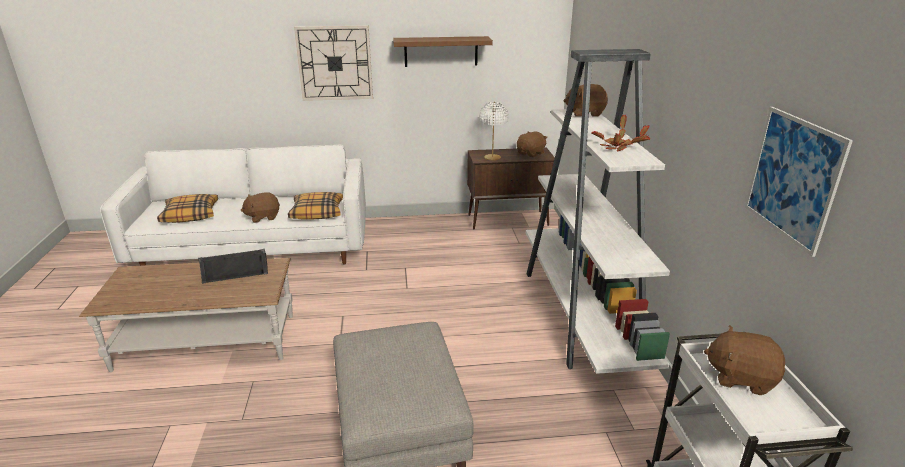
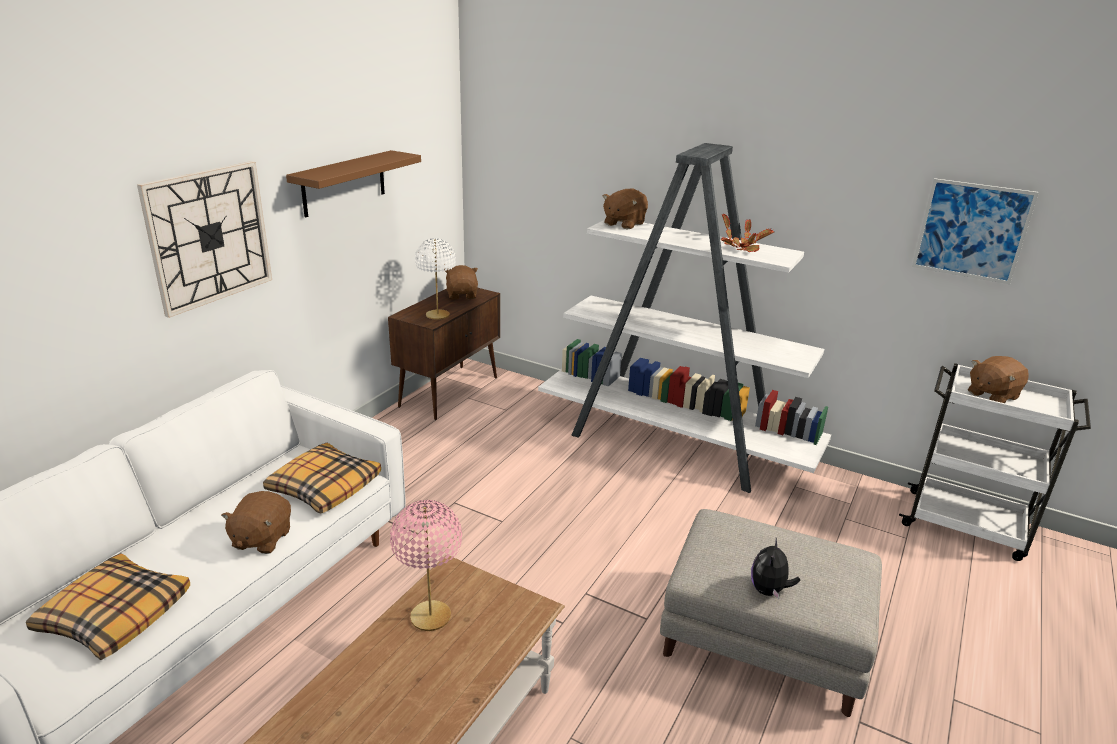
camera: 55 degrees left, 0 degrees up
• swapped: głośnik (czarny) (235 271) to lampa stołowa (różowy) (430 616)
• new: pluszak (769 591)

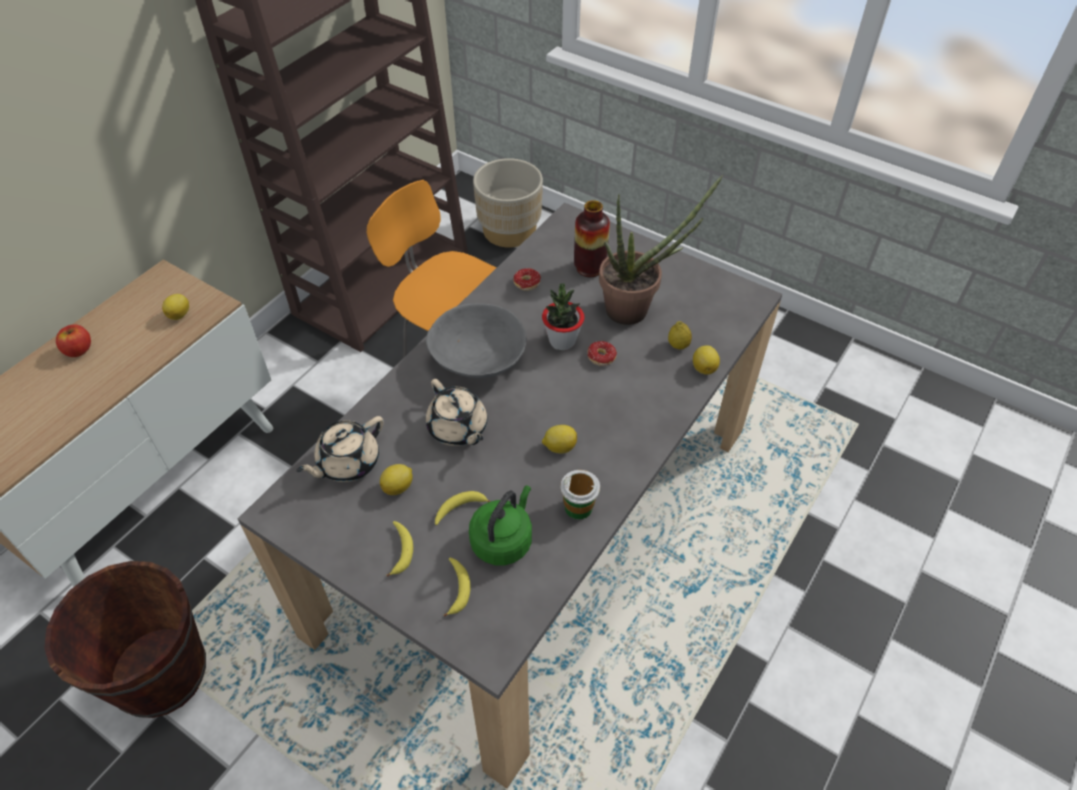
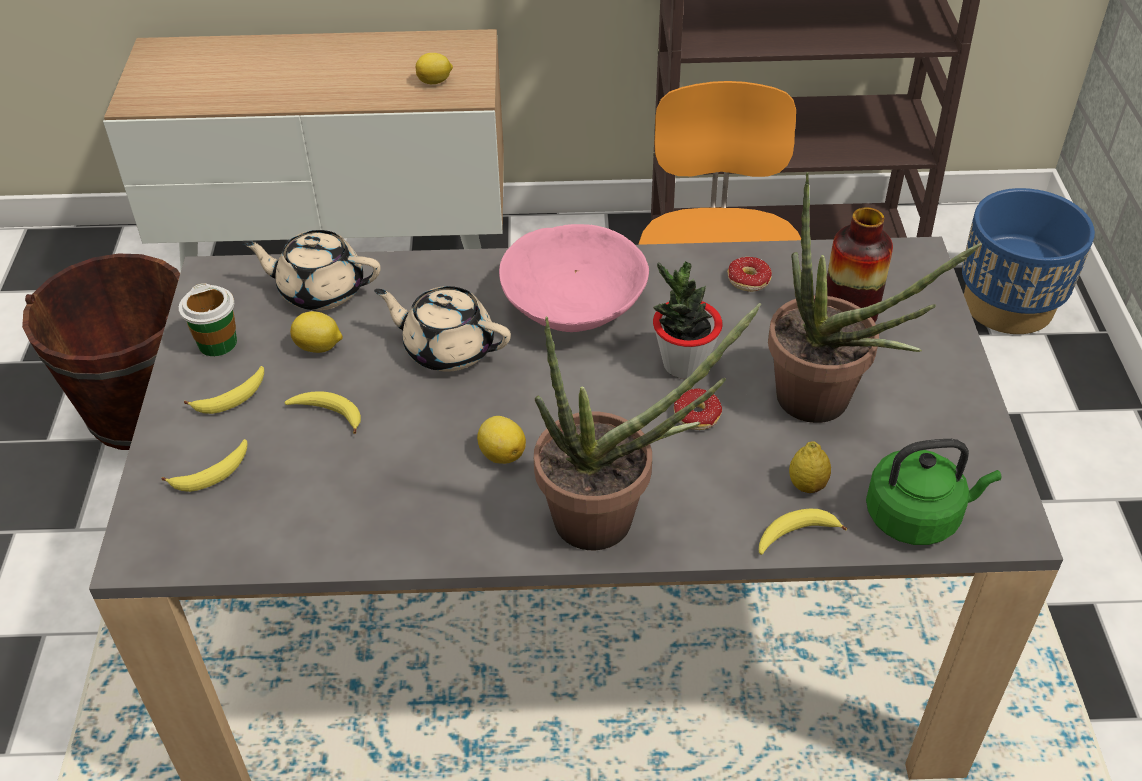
camera: 55 degrees right, 5 degrees down
• gone: jabłko (78 350)
• repainted: miska (szary) (478 359) to miska (różowy) (573 306)
• rotated: imbryk (beżowy) (458 428) = (447 348) 90 degrees clockwise
• shifted: czajnik (zielony) (503 540) to (917 516)
• repainted: donica (beżowy) (509 230) to donica (niebieski) (1008 305)
• shifted: filiżanka (578 507) to (217 343)
• swapped: cytryna (704 368) to banan (795 535)
• new: roślina doniczkowa (611 520)

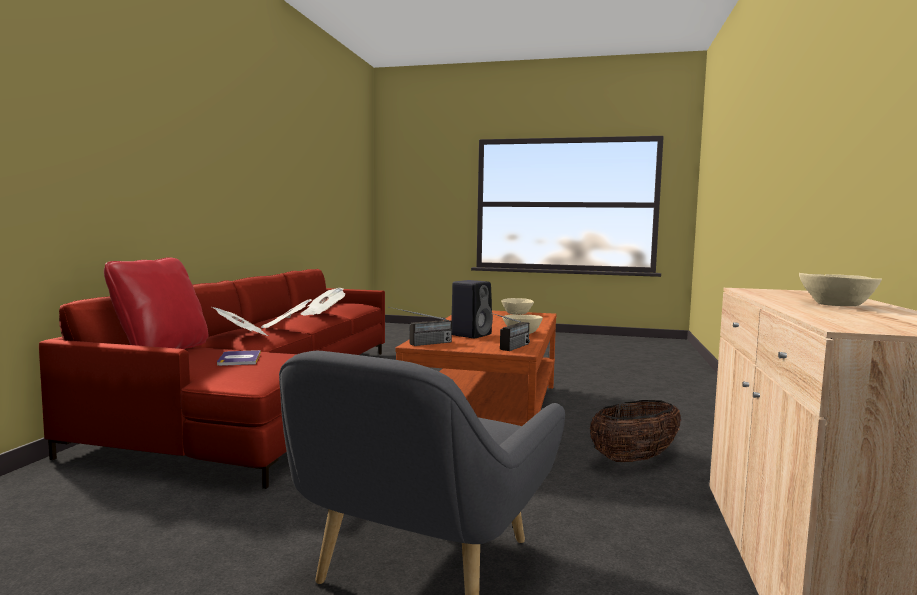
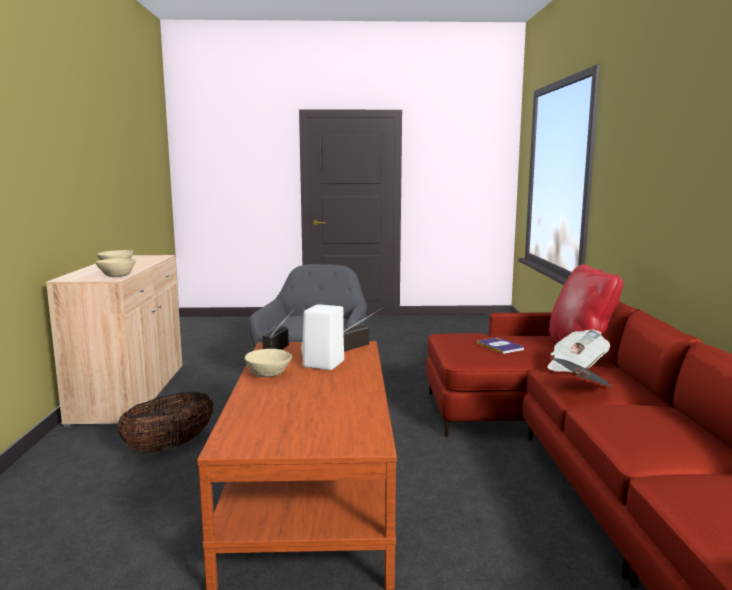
camera: 165 degrees right, 5 degrees up
• gone: gazeta (323 313)
• repainted: głośnik (czarny) (471 334) to głośnik (biały) (323 364)
• shifted: miska (beżowy) (516 314) to (117 276)

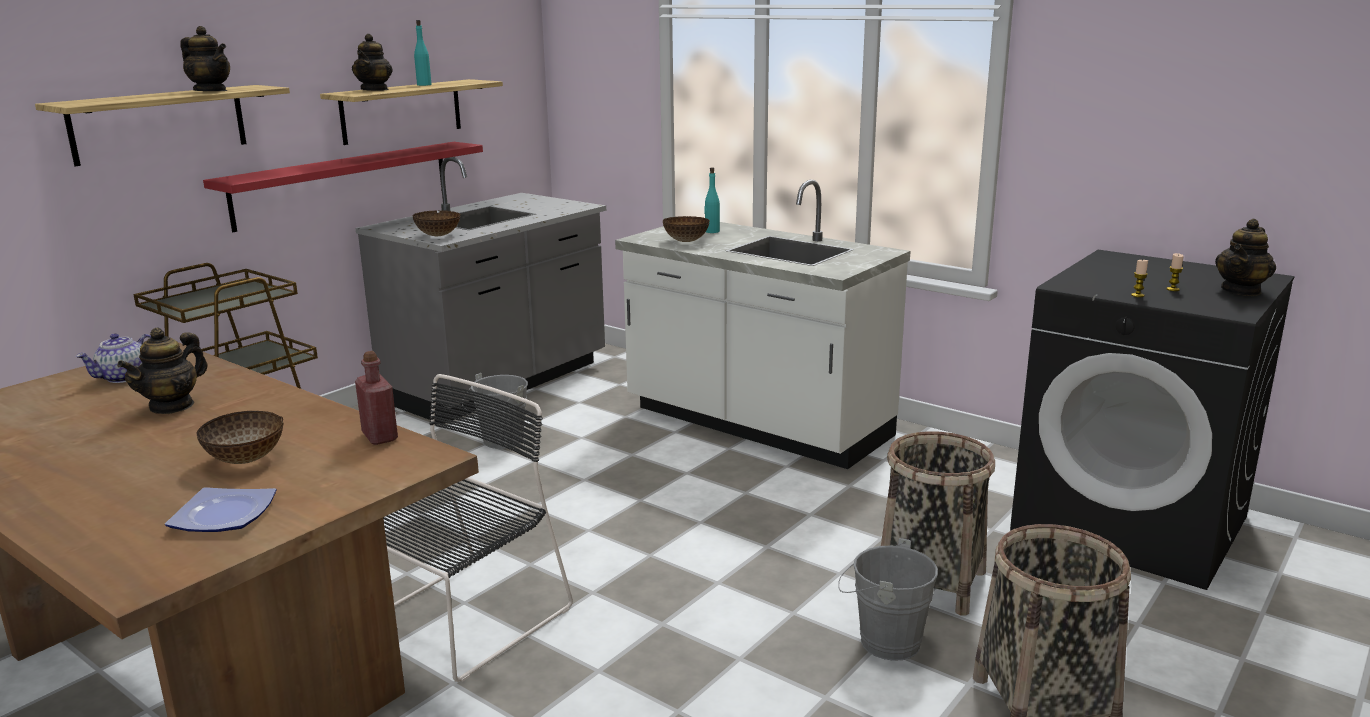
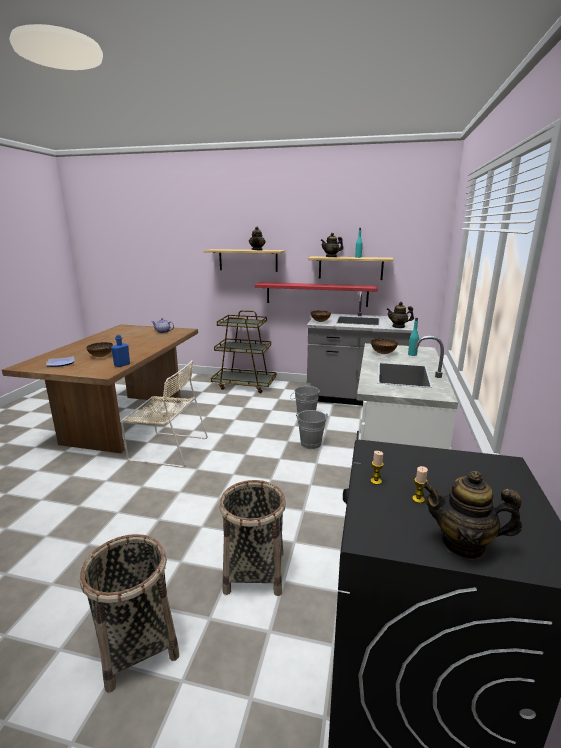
camera: 65 degrees right, 0 degrees up
• shifted: imbryk (172 406) to (398 326)
• repainted: butelka (czerwony) (380 436) to butelka (niebieski) (122 365)
• repainted: krzesło (czarny) (459 620) to krzesło (beżowy) (166 448)
• shifted: wiadro (szary) (883 641) to (310 442)

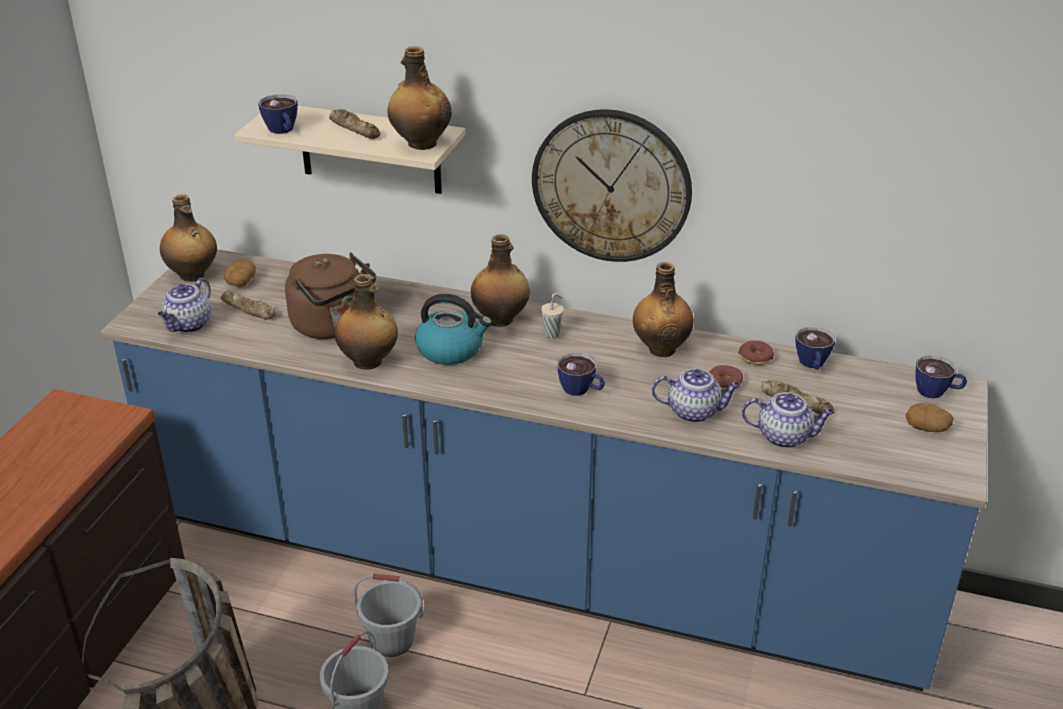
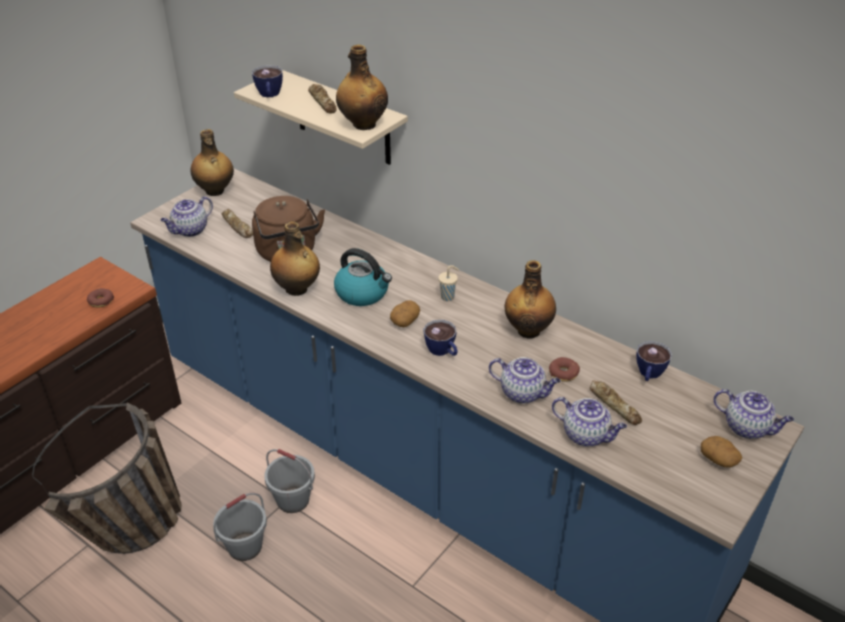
camera: 20 degrees right, 5 degrees up
• shifted: ziemniak (241 281) to (405 320)
• gone: butelka (501 319)
• gone: zegar ścienny (611 186)
• shifted: donut (755 358) to (101 301)
• swapped: filiżanka (937 392) to imbryk (747 427)

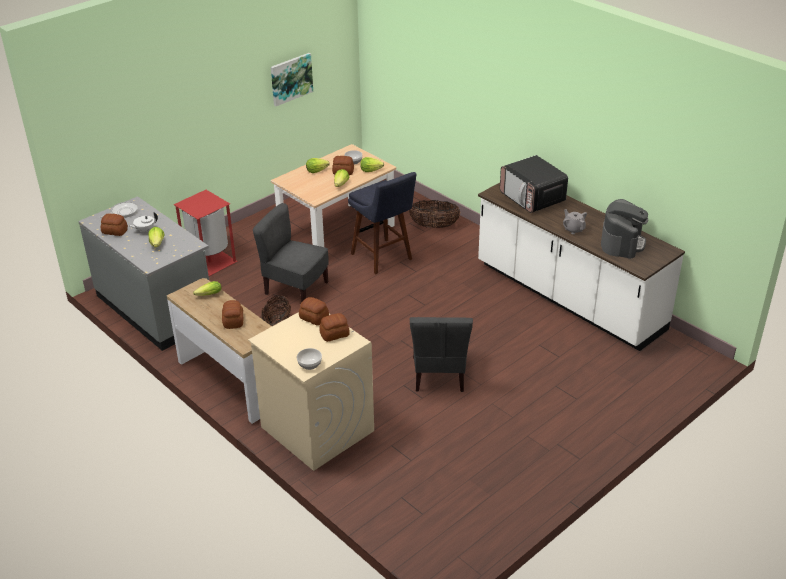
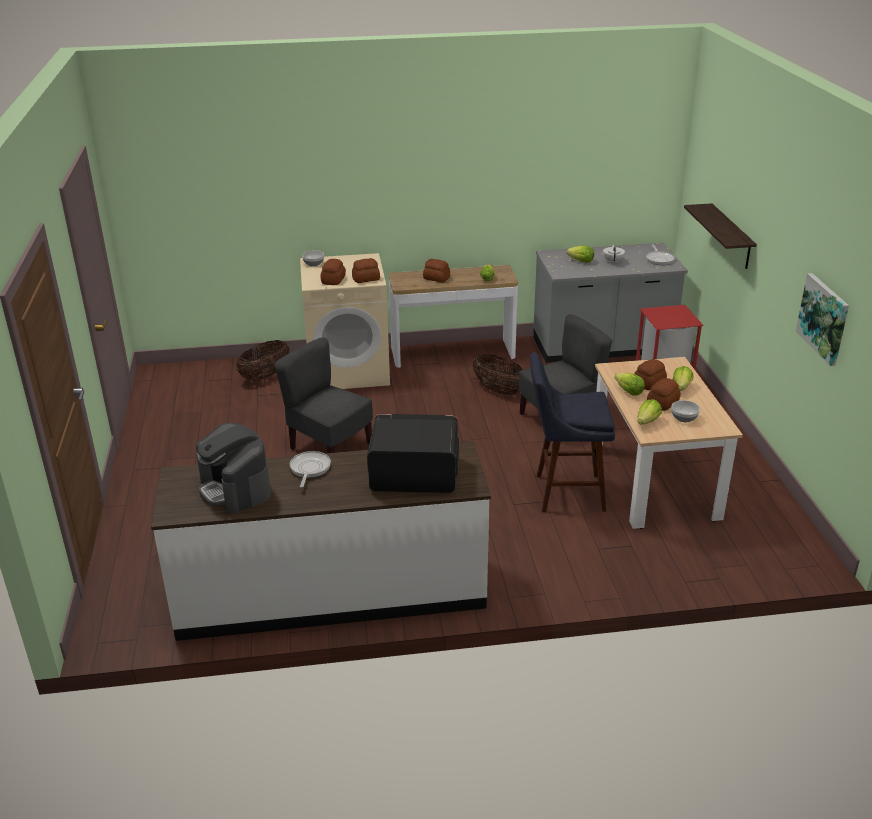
camera: 125 degrees right, 5 degrees down
• shifted: chleb (115 231) to (649 383)
• shifted: koszyk (434 226) to (265 376)
• swapped: imbryk (szary) (573 229) to patelnia (309 469)
• new: półka (731 237)

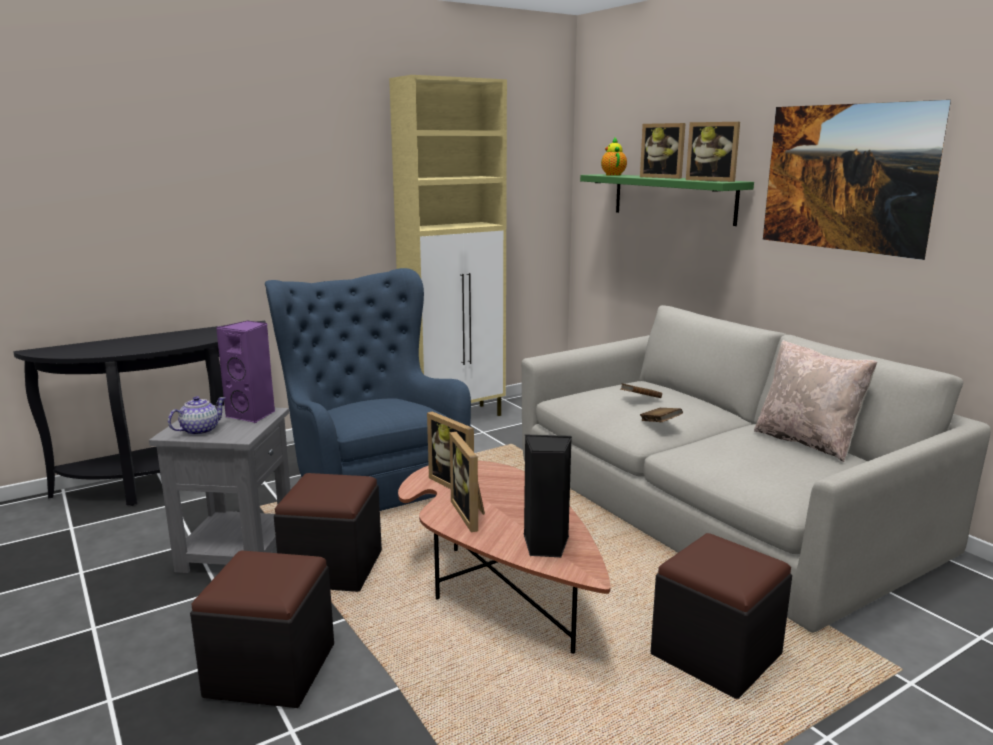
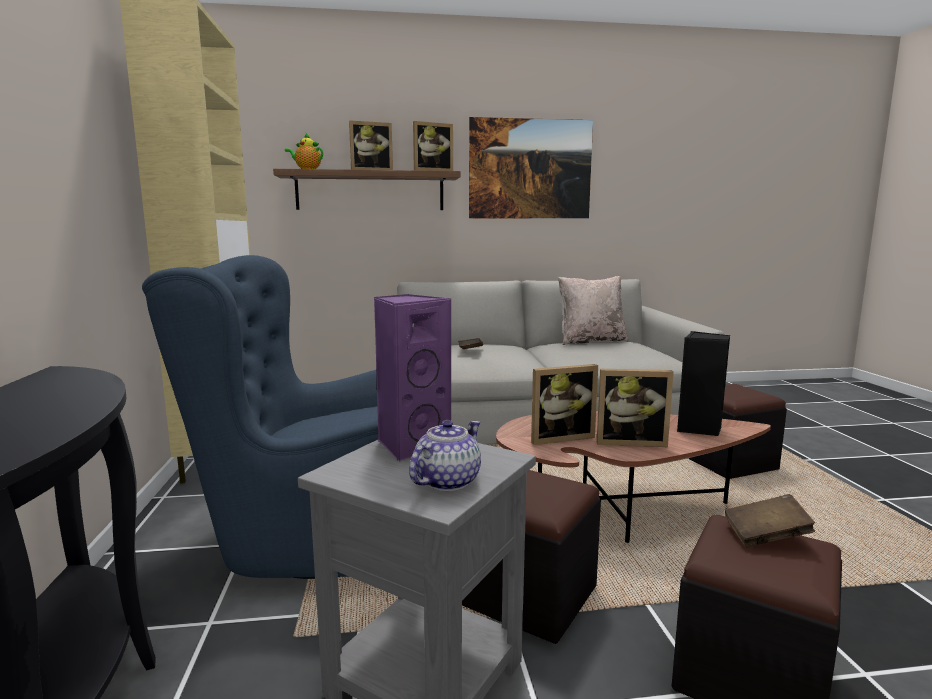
camera: 65 degrees left, 5 degrees down
• rotated: imbryk (199 430) = (446 481) 60 degrees clockwise
• repainted: półka (zielony) (673 198) to półka (brązowy) (370 191)
• shifted: książka (brązowy) (660 424) to (766 537)

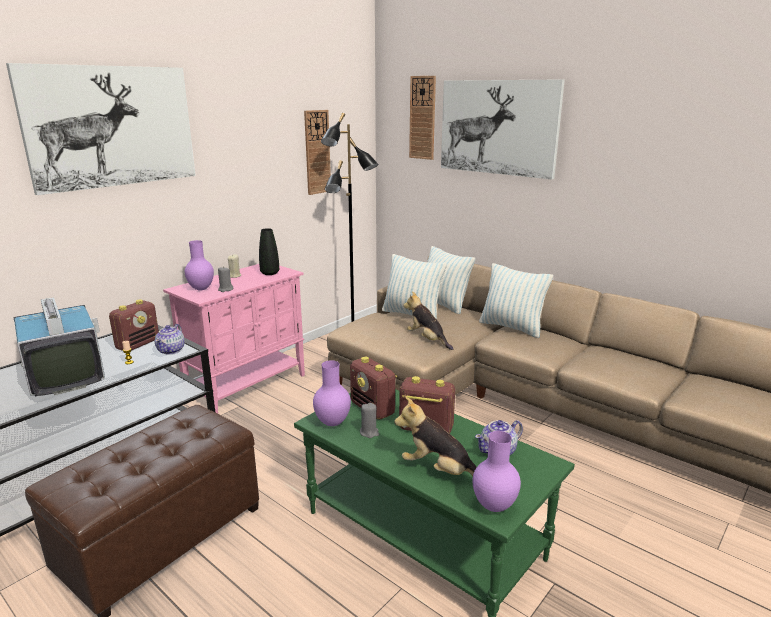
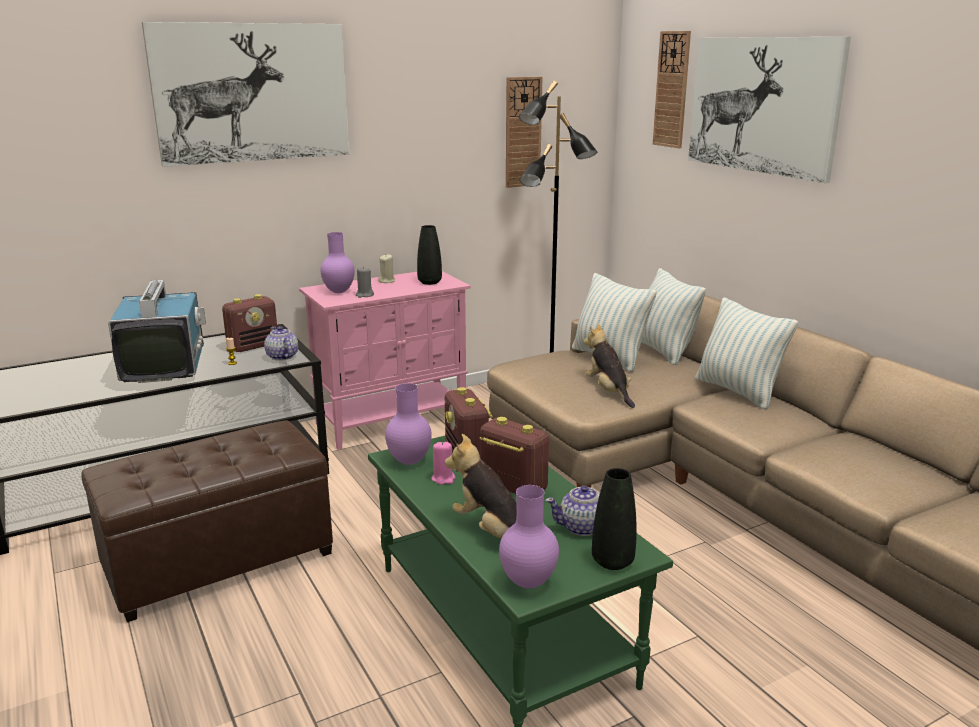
camera: 20 degrees right, 0 degrees up
• rotated: imbryk (171 350) = (282 357) 120 degrees clockwise
• repainted: świeca (szary) (369 432) to świeca (różowy) (443 478)
• new: wazon (czarny) (612 561)

